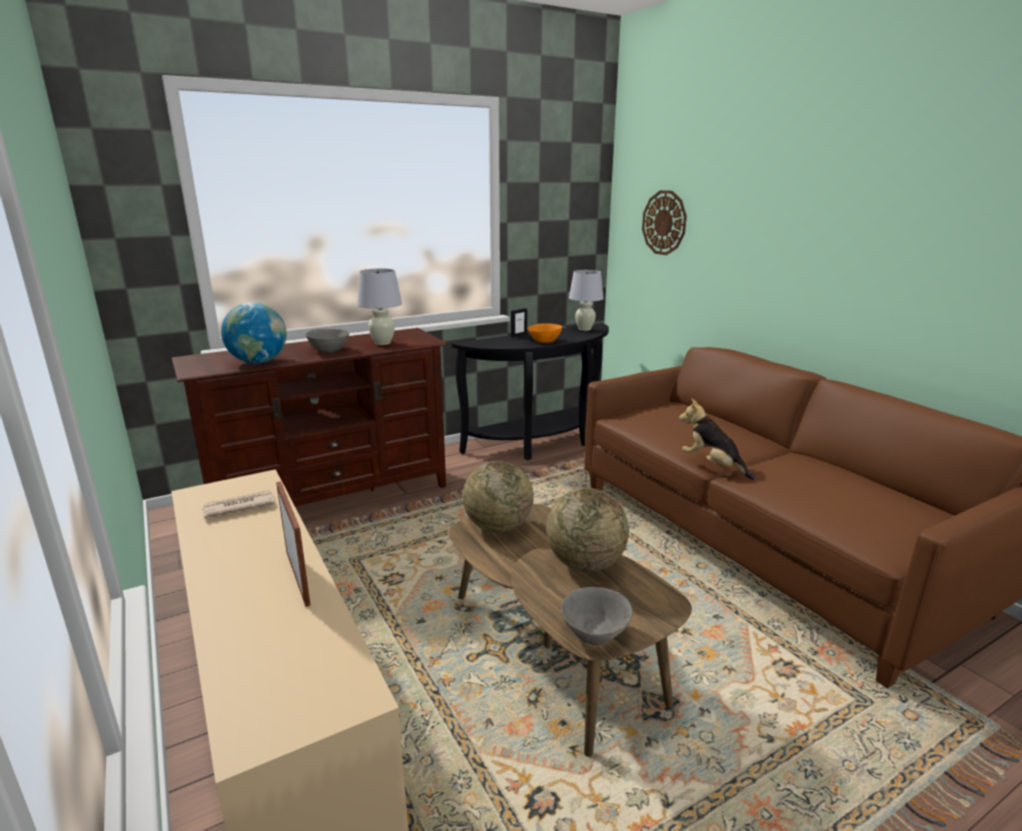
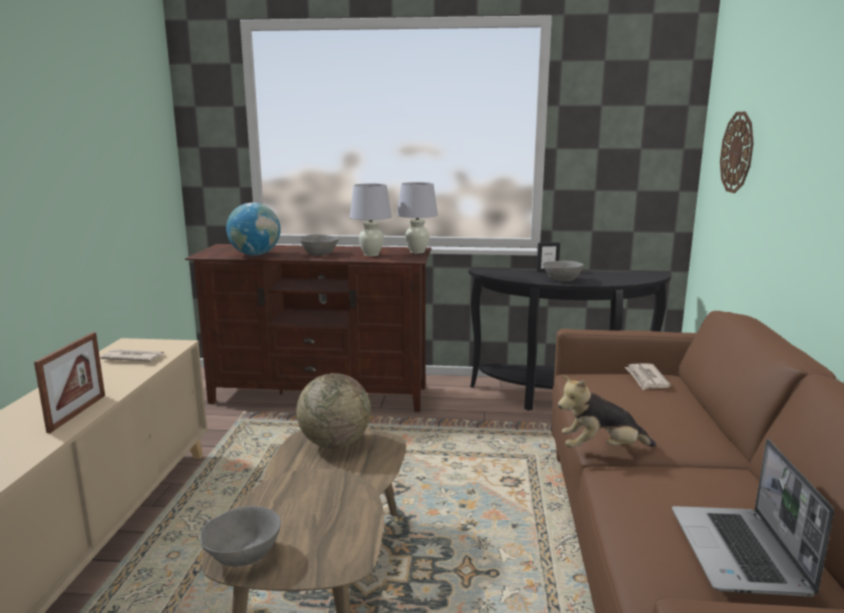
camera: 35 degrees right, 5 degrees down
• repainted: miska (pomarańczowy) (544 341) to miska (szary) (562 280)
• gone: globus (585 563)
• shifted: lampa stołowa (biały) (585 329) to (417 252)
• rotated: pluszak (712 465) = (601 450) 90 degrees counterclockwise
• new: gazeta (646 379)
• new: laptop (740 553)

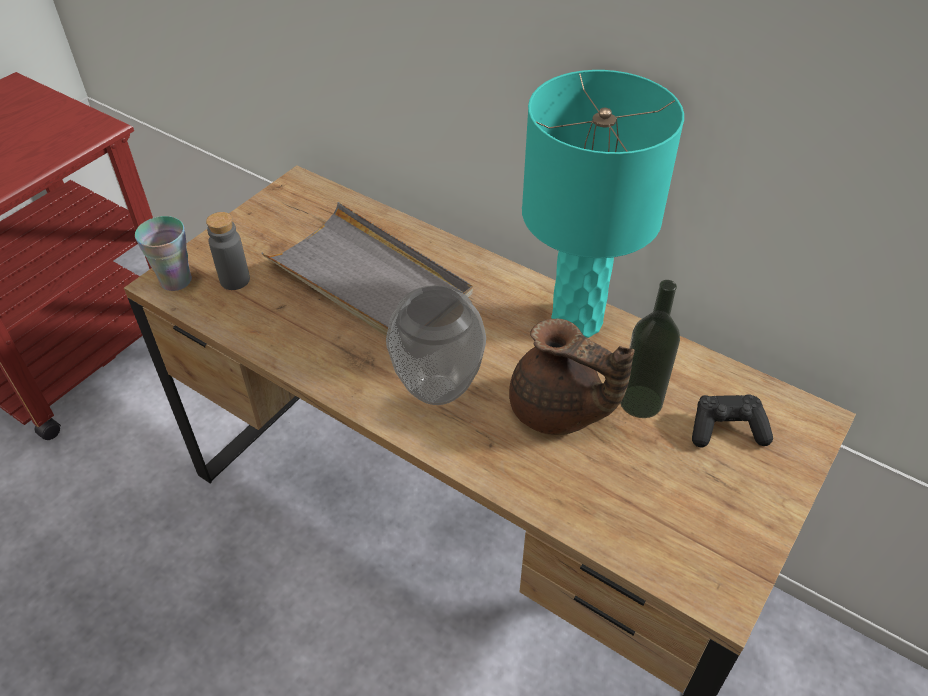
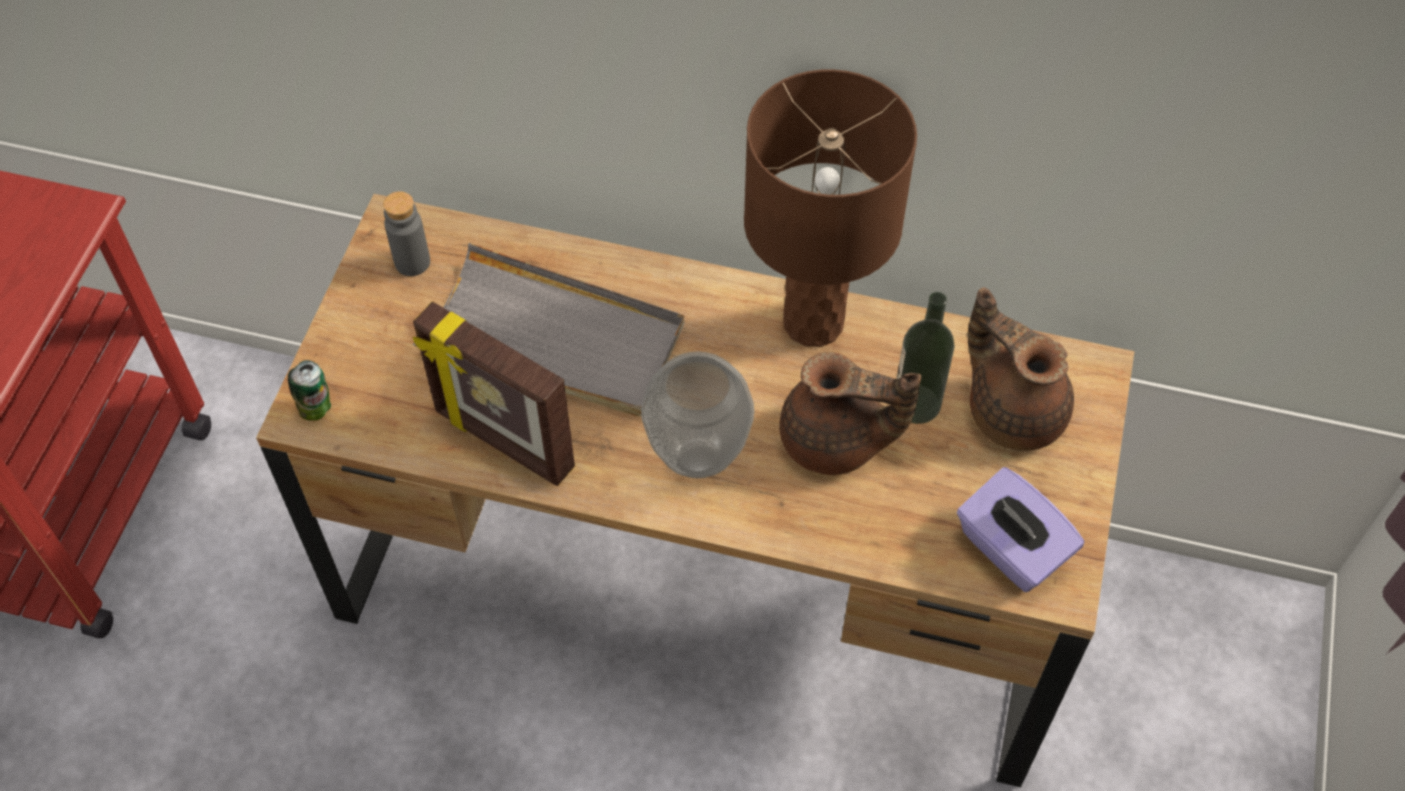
camera: 20 degrees left, 10 degrees up
• swapped: filiżanka (176 281) to puszka (317 409)
• shifted: butelka (szary) (235 280) to (412 262)
• repainted: lampa stołowa (turkusowy) (577 320) to lampa stołowa (brązowy) (814 322)
• swapped: pad do gier (czarny) (726 429) to imbryk (brązowy) (1013 410)
• new: ramka na zdjęcie (503 441)
• new: pudełko chusteczek (fioletowy) (1011 550)

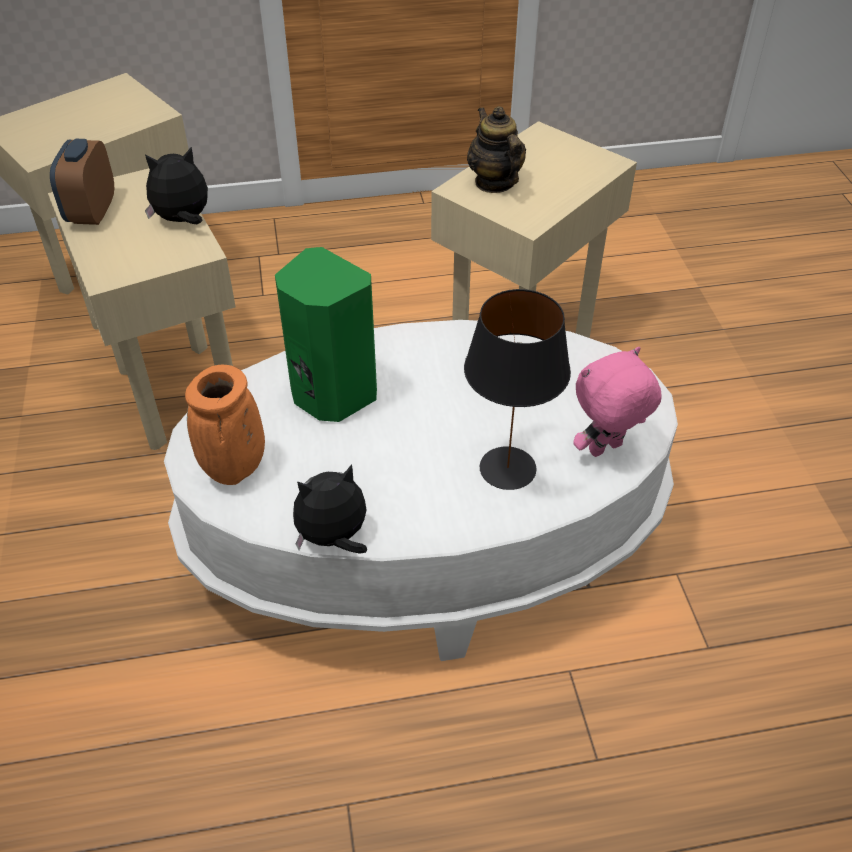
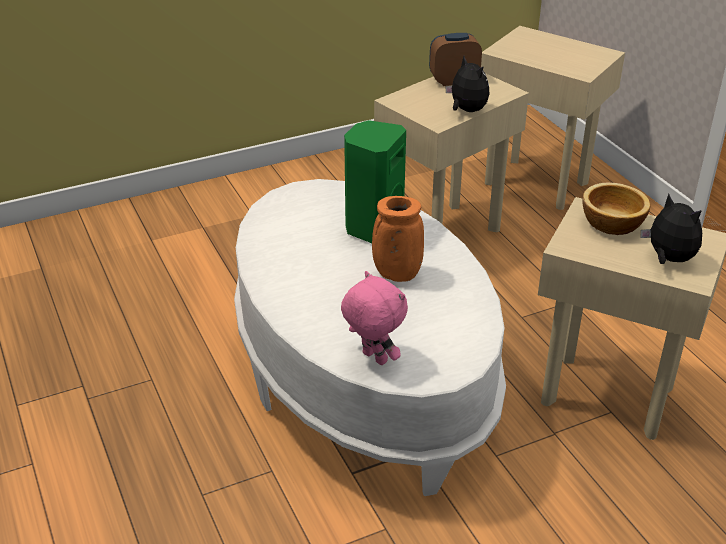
camera: 75 degrees right, 10 degrees down
• shifted: wazon (pomarańczowy) (235 470) to (396 275)
• shifted: pluszak (334 538) to (668 259)
• gone: lampa stołowa (czarny) (508 467)
• swapped: imbryk (494 182) to miska (610 223)

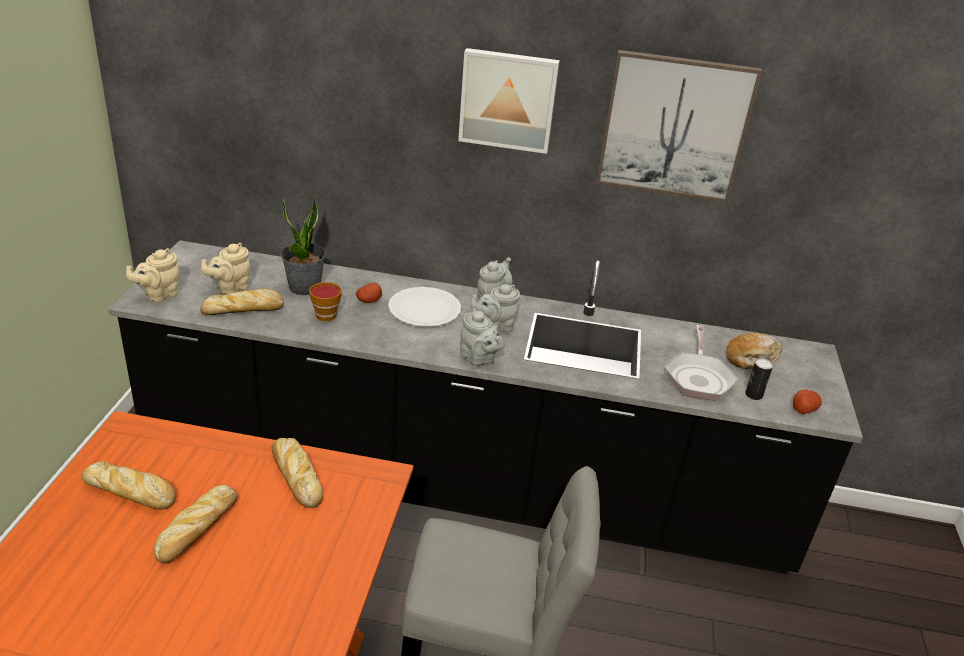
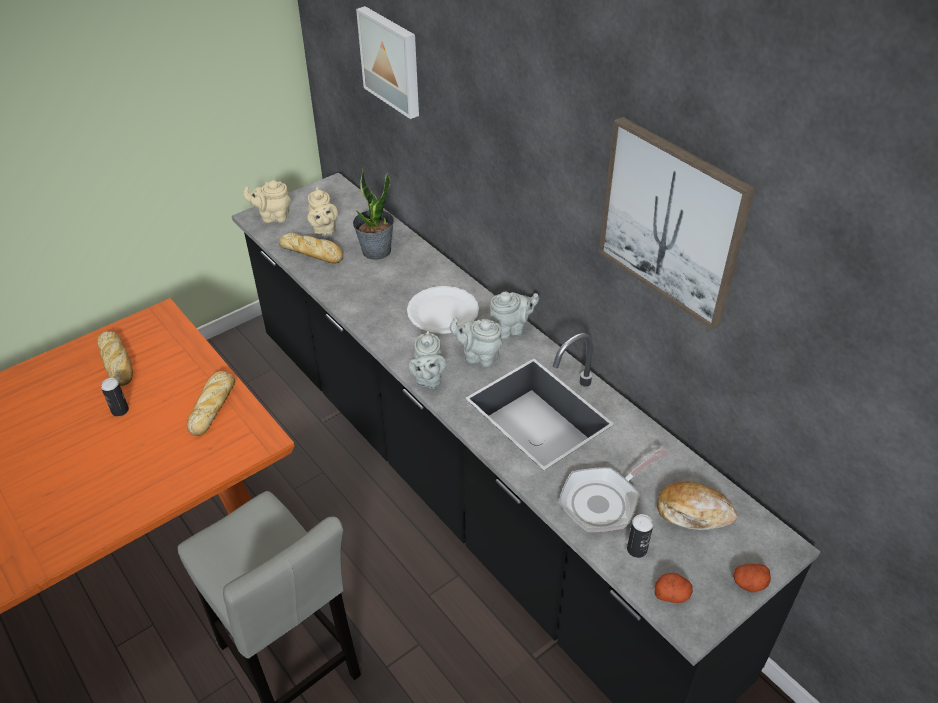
camera: 45 degrees right, 10 degrees up
• swapped: chleb (197 530) to puszka (120 410)
• rotated: imbryk (beżowy) (230 288) = (324 230) 105 degrees counterclockwise
• gone: filiżanka (325 314)
• shifted: ziemniak (369 300) to (749 583)
• shifted: obraz (508 100) to (392 61)

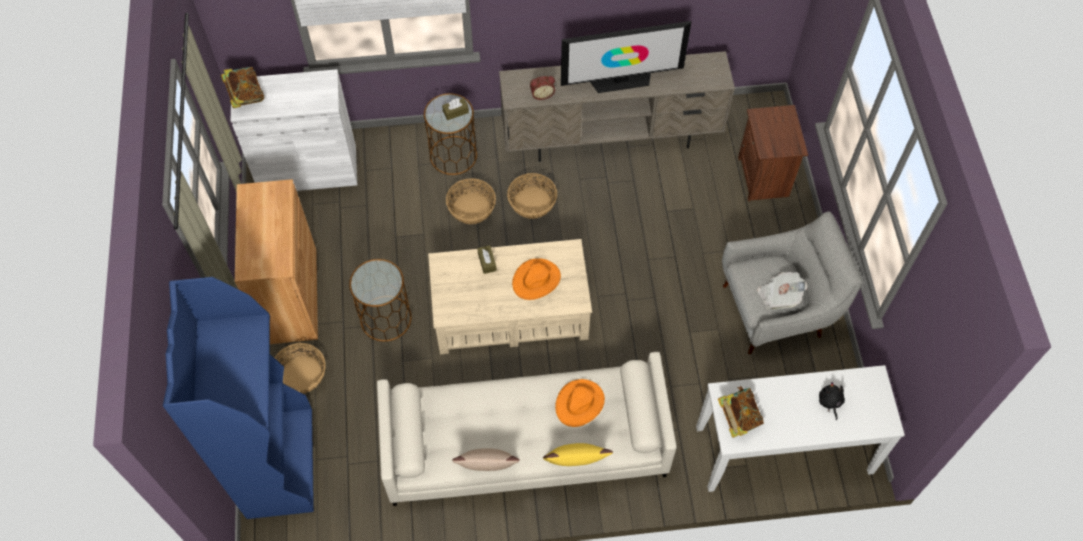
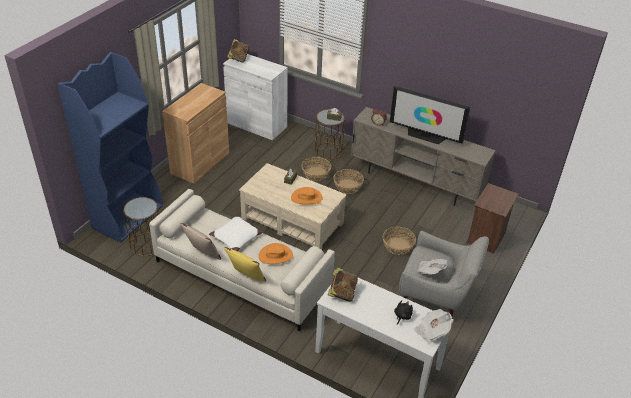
camera: 35 degrees right, 20 degrees down
• shifted: koszyk (301 375) to (397 246)
• shifted: stolik (brązowy) (386 318) to (146 244)
• new: poduszka (biały) (236 237)
• new: gazeta (431 331)

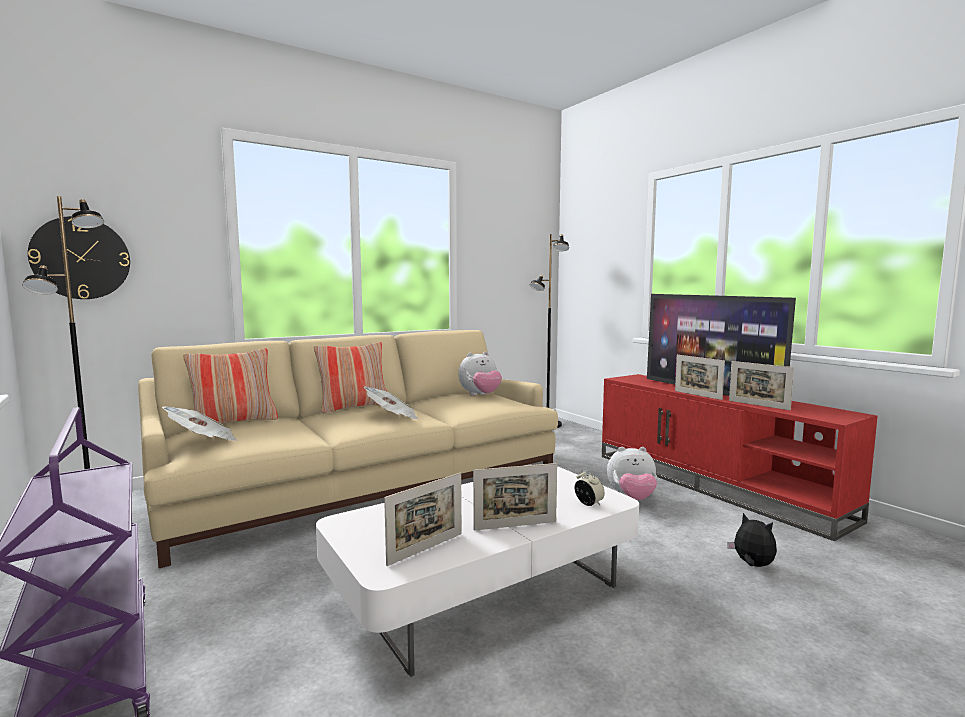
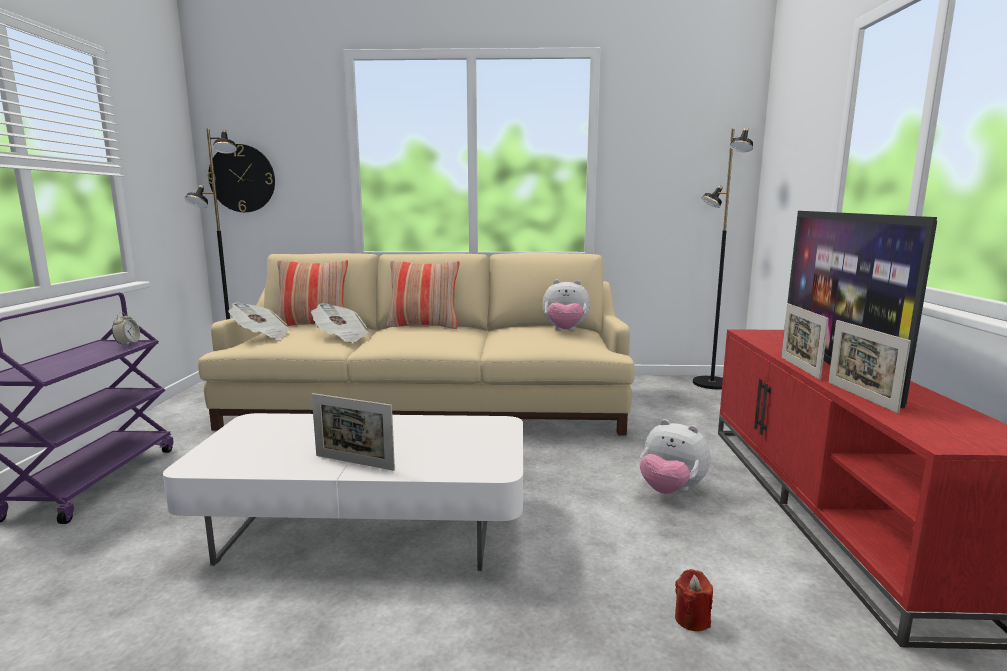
camera: 35 degrees right, 5 degrees up
• shifted: gazeta (392 417) to (341 337)
• gone: ramka na zdjęcie (426 549)
• shifted: budzik (588 504) to (128 344)
• swapped: pluszak (752 565) to świeca (czerwony) (692 619)

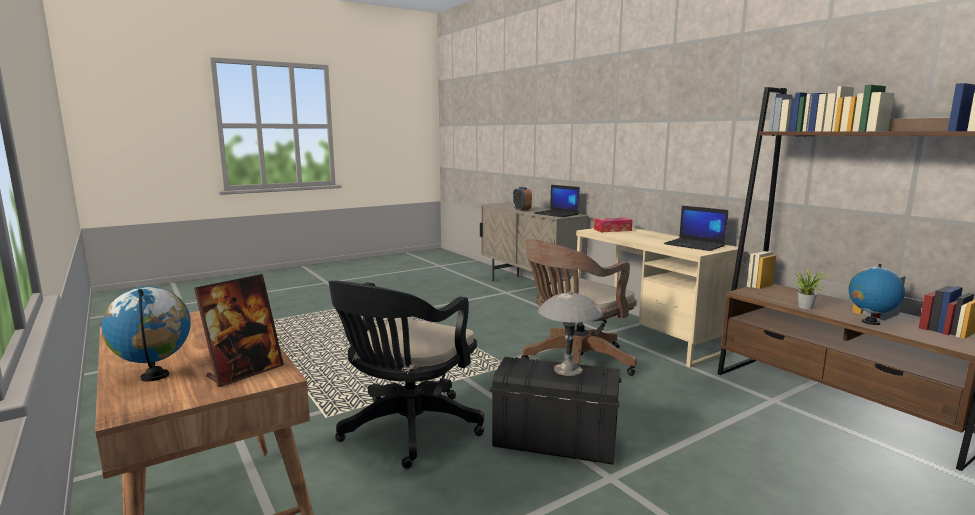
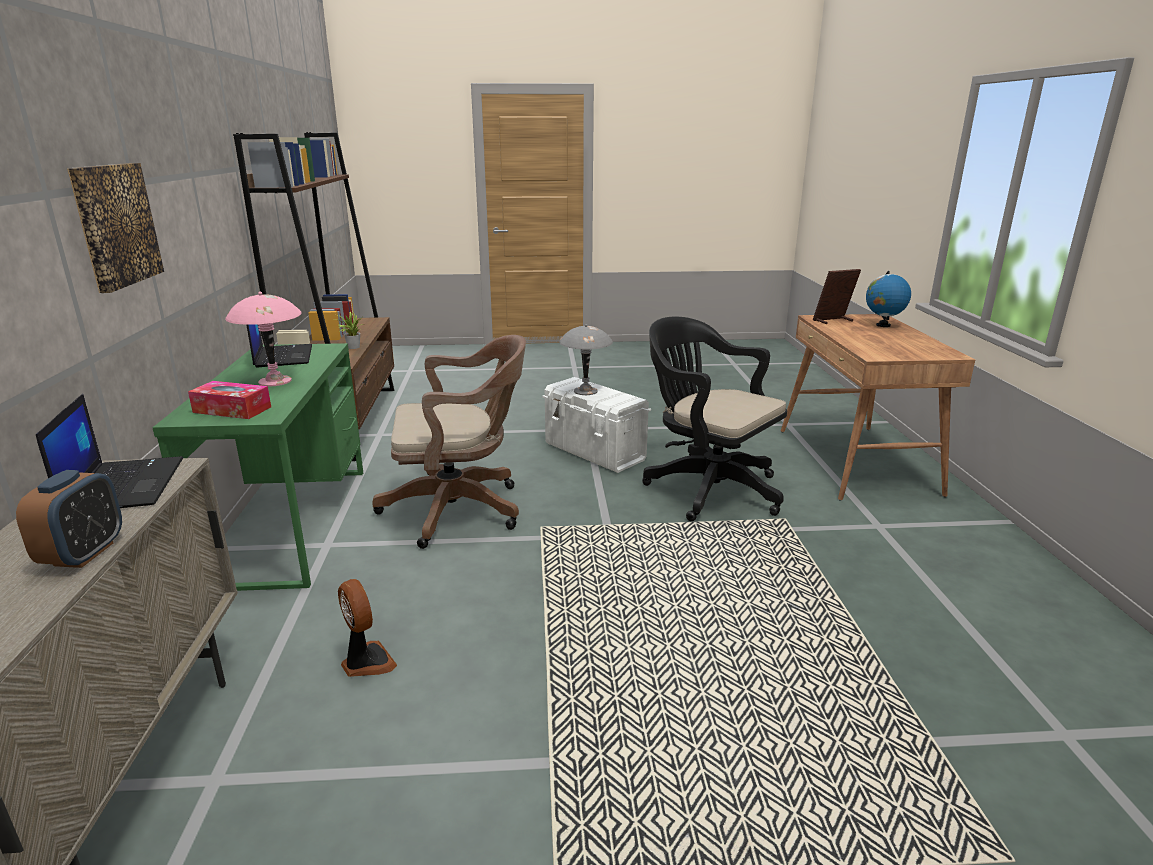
camera: 150 degrees left, 10 degrees up
• rotated: krzesło biurowe (czarny) (406 430) = (707 488) 105 degrees counterclockwise
• repainted: pojemnik do przechowywania (czarny) (554 442) to pojemnik do przechowywania (biały) (594 452)
• repainted: biurko (beżowy) (647 335) to biurko (zielony) (292 523)
• gone: globus (870 322)
• new: obraz (115 225)
• new: lampa stołowa (różowy) (275 381)
• new: wentylator (366 662)

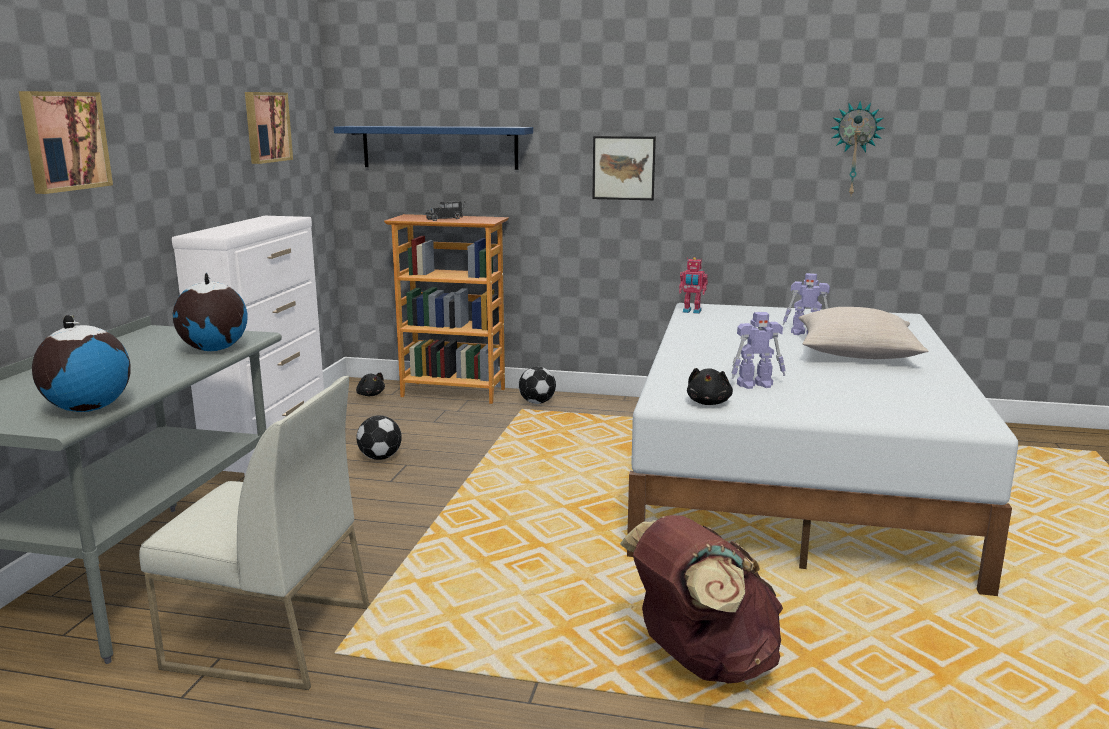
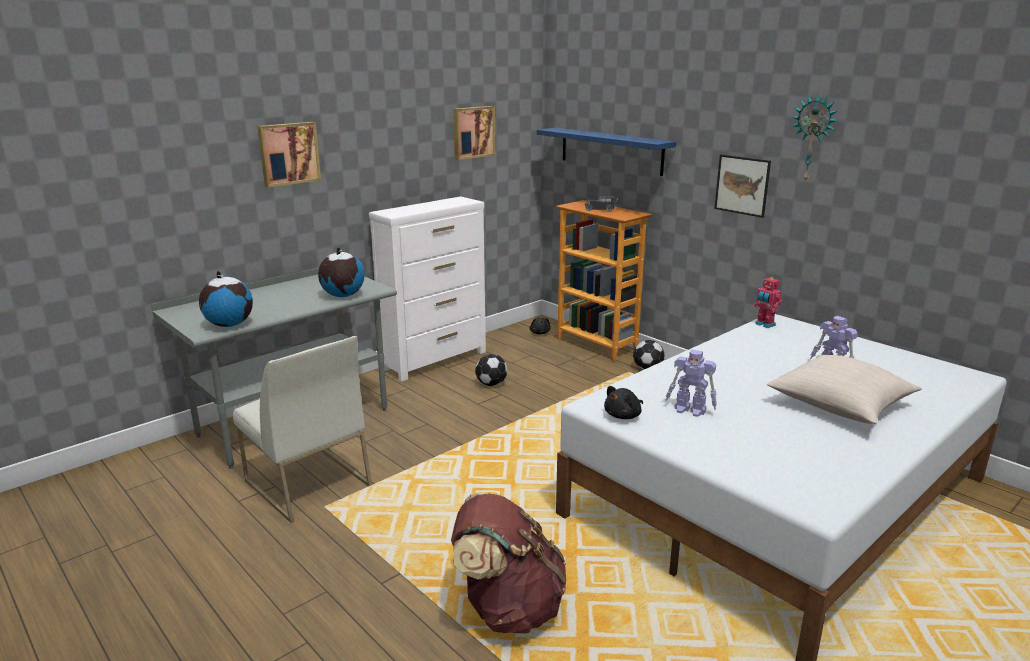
camera: 35 degrees right, 5 degrees up
• shifted: zegar ścienny (854 149) to (813 138)

